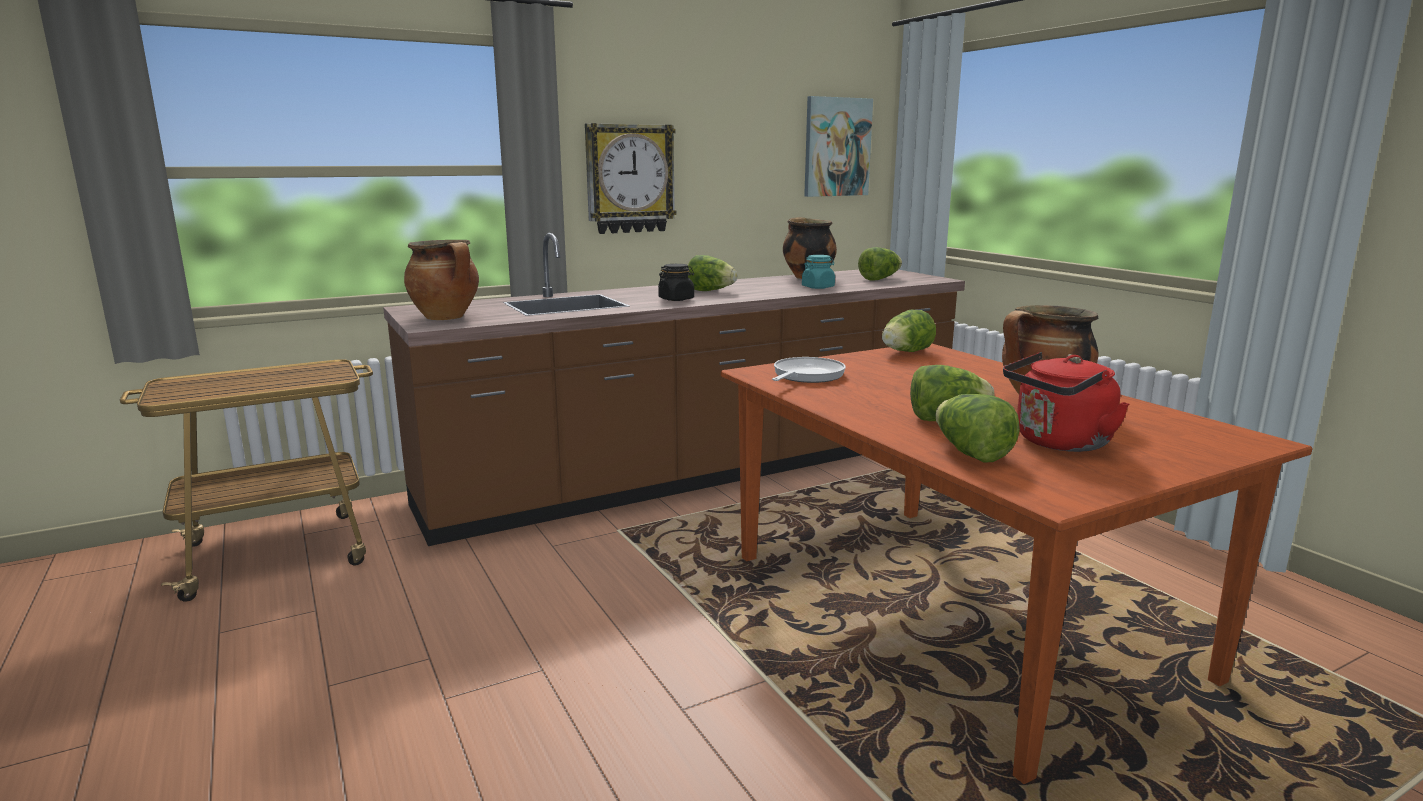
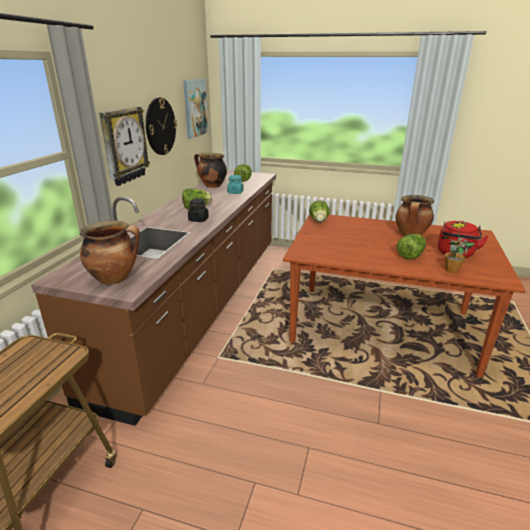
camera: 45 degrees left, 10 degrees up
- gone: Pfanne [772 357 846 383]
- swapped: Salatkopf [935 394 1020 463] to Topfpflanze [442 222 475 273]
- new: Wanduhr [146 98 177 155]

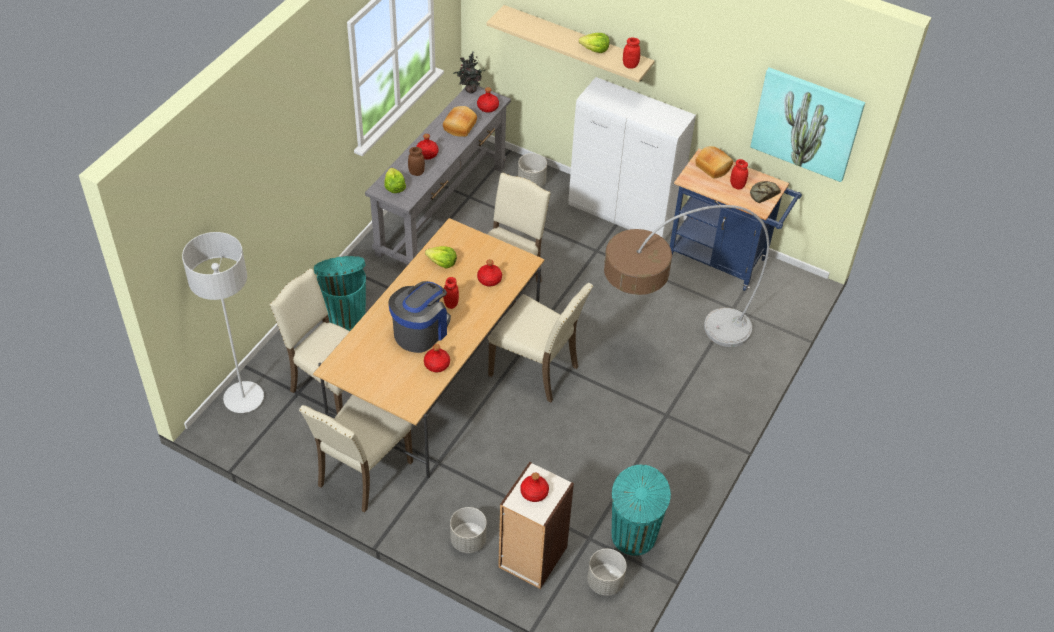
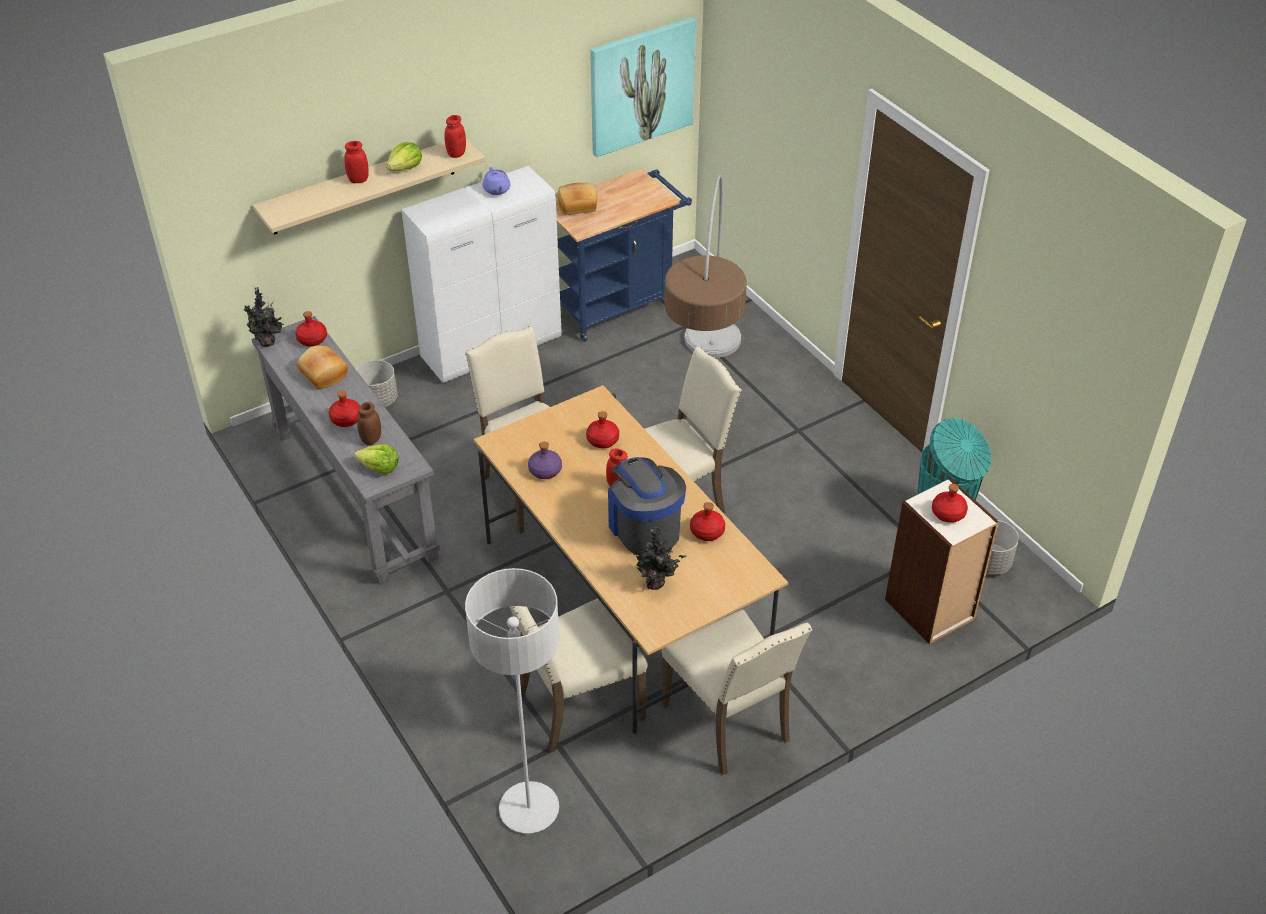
camera: 60 degrees left, 5 degrees down
- shifted: Vorratsglas [rot] [730 159 748 190] to [344 141 369 183]
- gone: Brot [750 181 781 203]
- swapped: Salatkopf [425 246 457 269] to Flasche [lila] [528 442 562 479]
- gone: Mülleimer [türkis] [314 256 366 331]
- gone: Pflanzkübel [grau] [450 507 487 553]
- new: Teekanne [lila] [483 167 510 195]
- new: Topfpflanze [628 527 687 590]

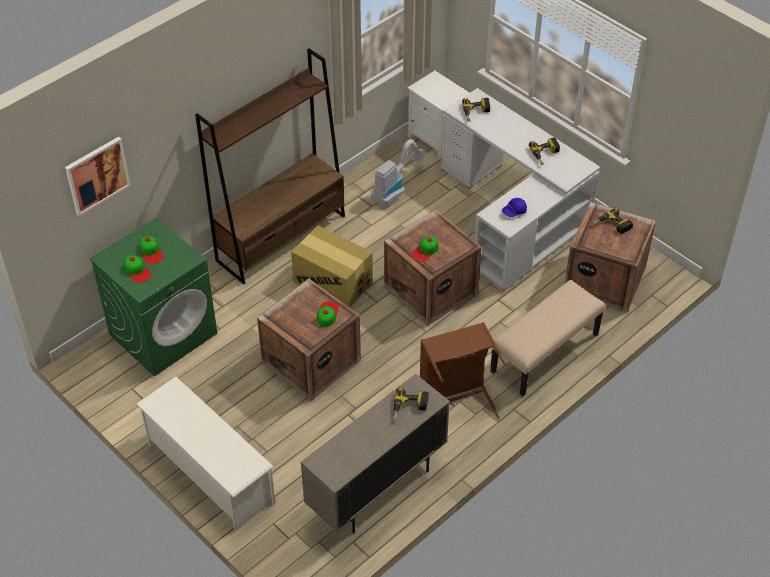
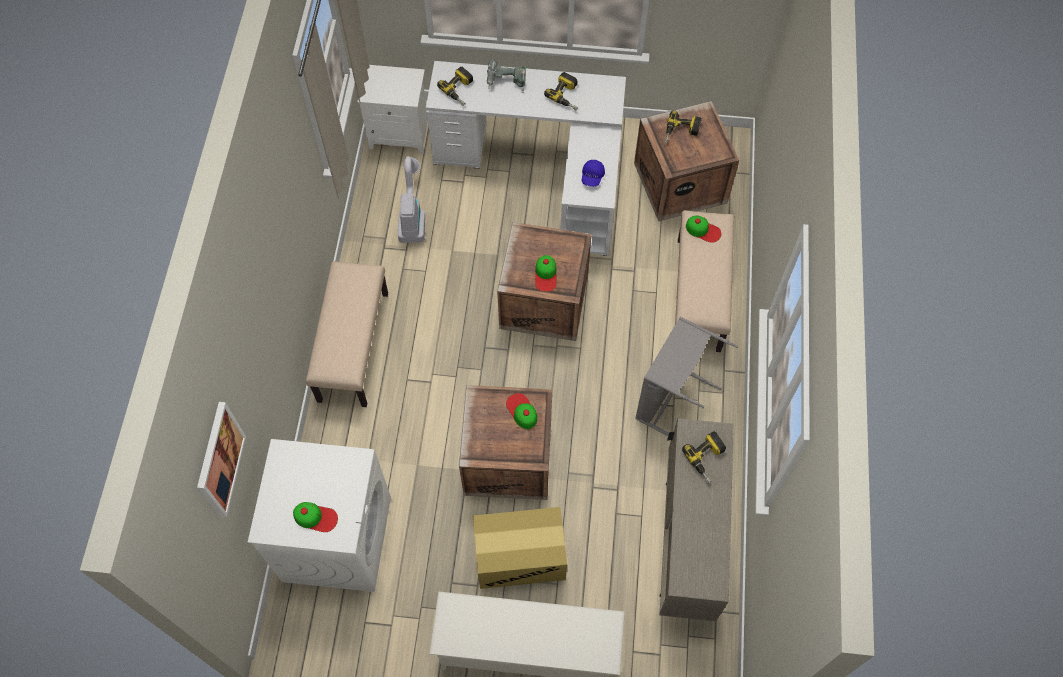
camera: 40 degrees left, 15 degrees up
- swapped: Bücherregal [braun] [195 48 345 284] to Bank [beige] [306 261 388 407]
- repainted: Waschmaschine [grün] [90 217 217 377] to Waschmaschine [weiß] [248 439 391 592]
- shifted: Karton [291 225 373 308] to [473 507 567 589]
- shifted: Kappe [140 236 163 264] to [686 215 721 243]
- repainted: Wäschekorb [braun] [420 322 505 419] to Wäschekorb [grau] [635 317 738 436]
- new: Bohrmaschine [487 60 526 93]

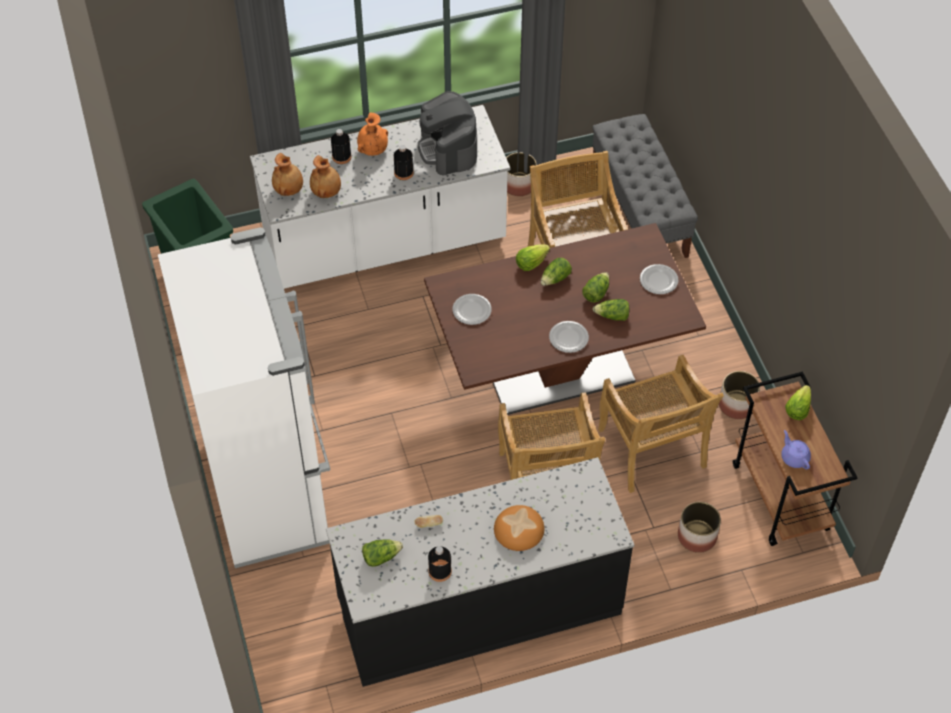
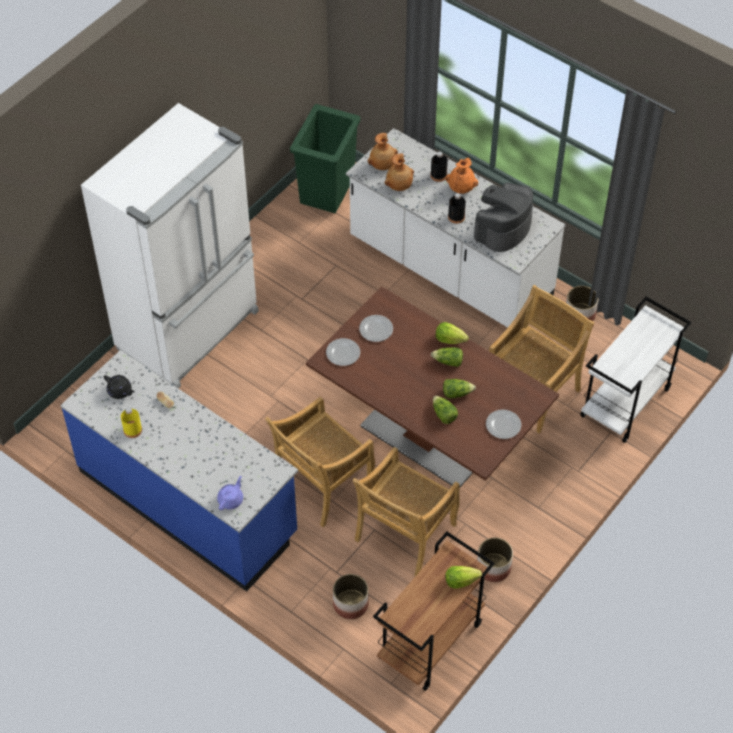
camera: 55 degrees right, 0 degrees up
- swapped: Bank [grau] [592 114 698 258] to Rollwagen [weiß] [580 297 691 443]
- shifted: Teller [549 321 589 353] to [326 338 360 366]
- shifted: Teekanne [lila] [781 430 811 469] to [217 476 243 510]
- repainted: Küchenzeile [schwarz] [326 457 634 687] to Küchenzeile [blau] [60 350 298 591]
- gone: Brot [494 505 545 551]
- swapped: Salatkopf [362 539 403 567] to Teekanne [schwarz] [104 375 135 399]
- repainted: Flasche [schwarz] [428 546 452 582] to Flasche [gelb] [121 407 142 438]

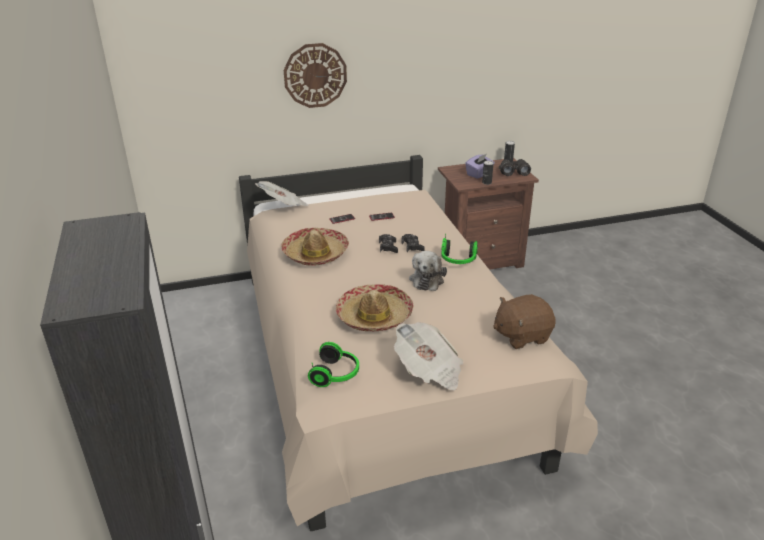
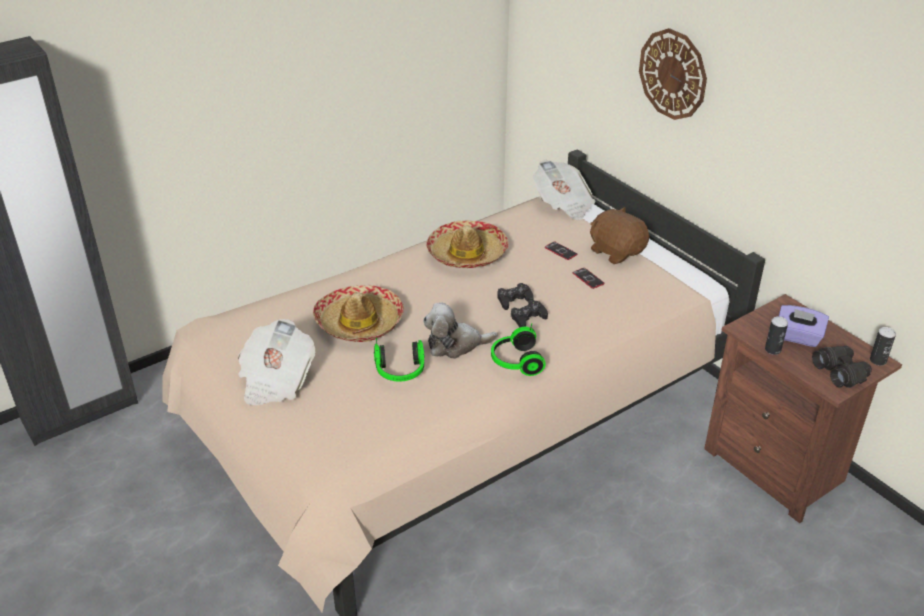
camera: 70 degrees right, 5 degrees up
- shifted: Plüschtier [braun] [493 294 556 349] to [590 207 649 264]
- shifted: Kopfhörer [308 342 359 387] to [374 338 424 381]

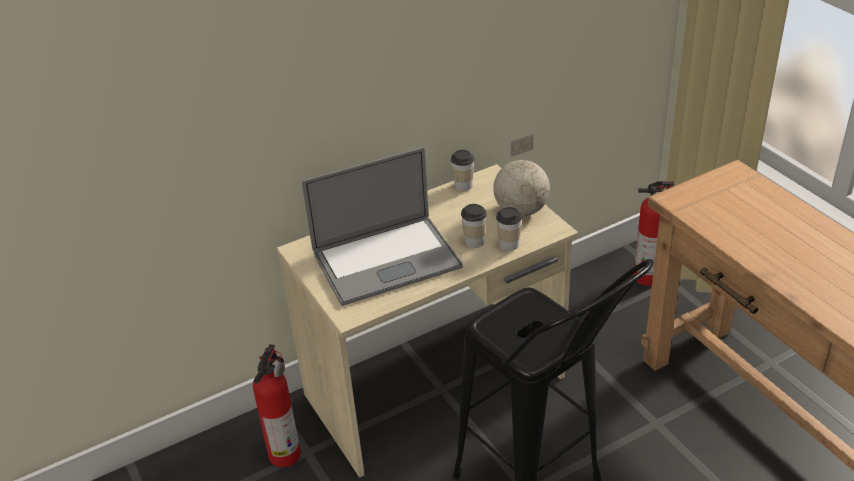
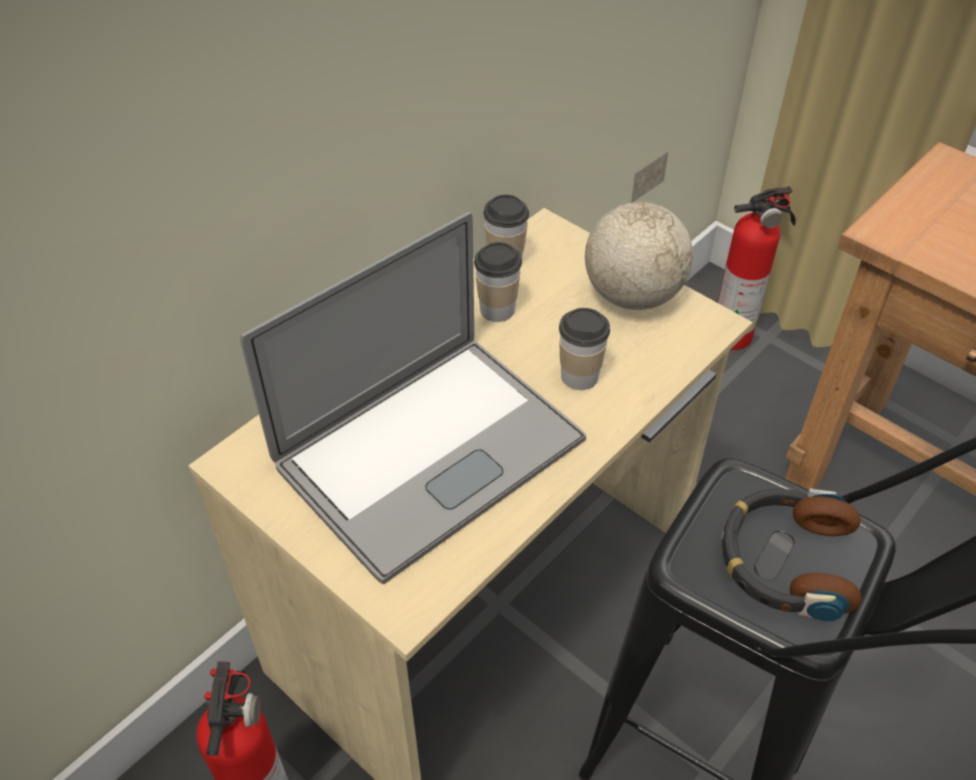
camera: 20 degrees left, 10 degrees up
- shifted: Tasse [496 207 522 251] to [474 242 522 322]
- new: Kopfhörer [721 488 862 621]

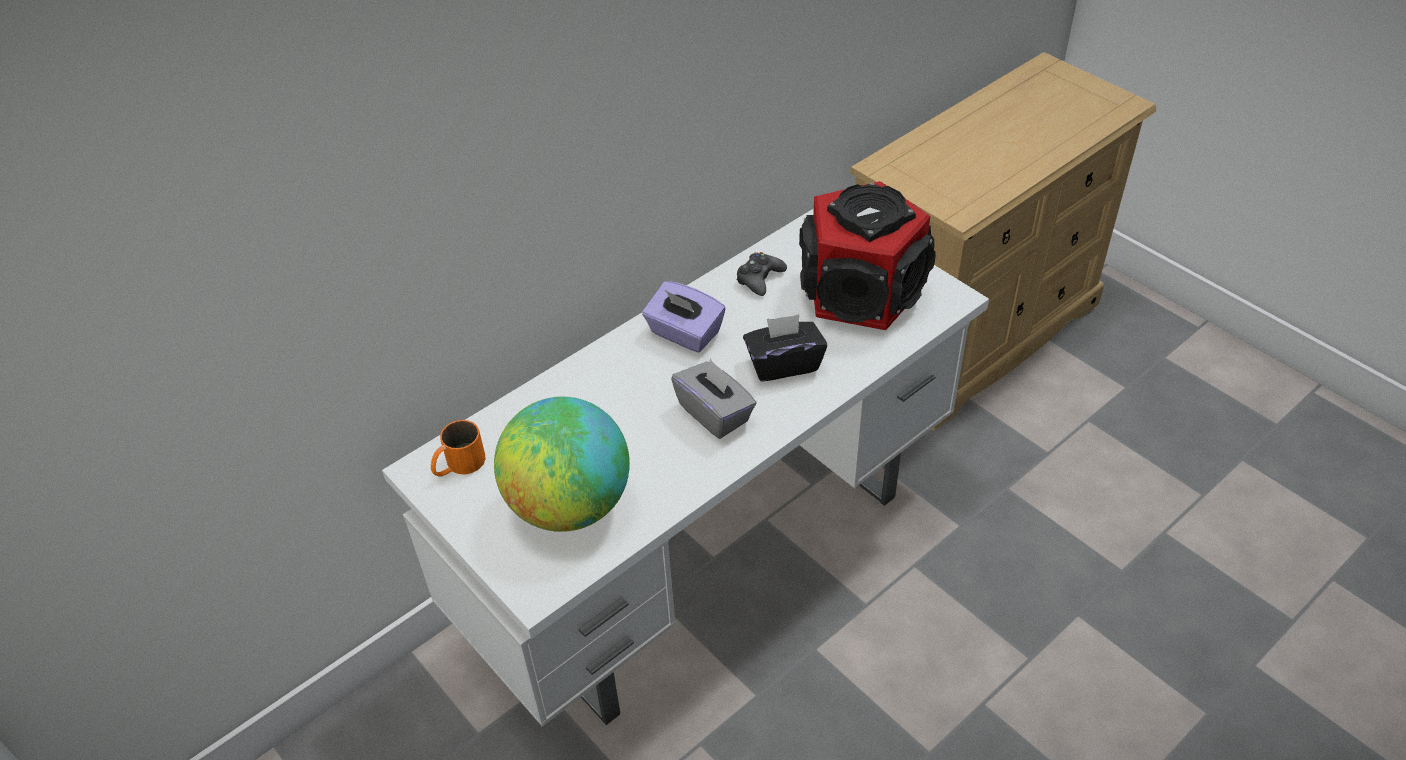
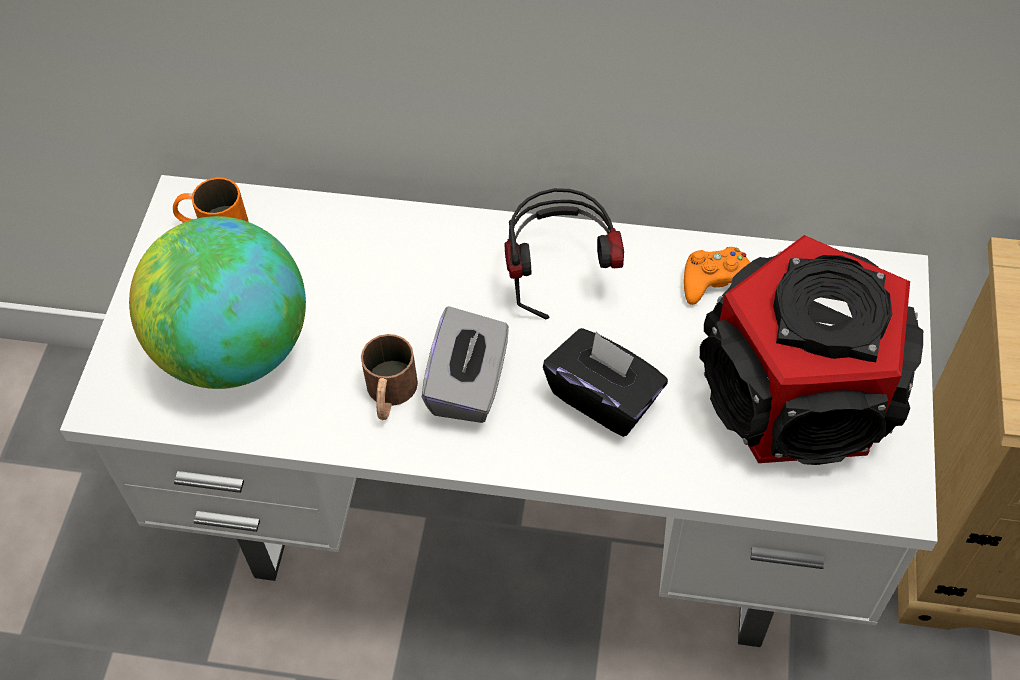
camera: 50 degrees right, 10 degrees up
- repainted: Gamepad [schwarz] [736 252 787 296] to Gamepad [orange] [684 247 750 305]
- swapped: Taschentuchbox [lila] [642 281 726 353] to Kopfhörer [505 188 624 319]
- new: Henkelbecher [braun] [361 334 418 420]

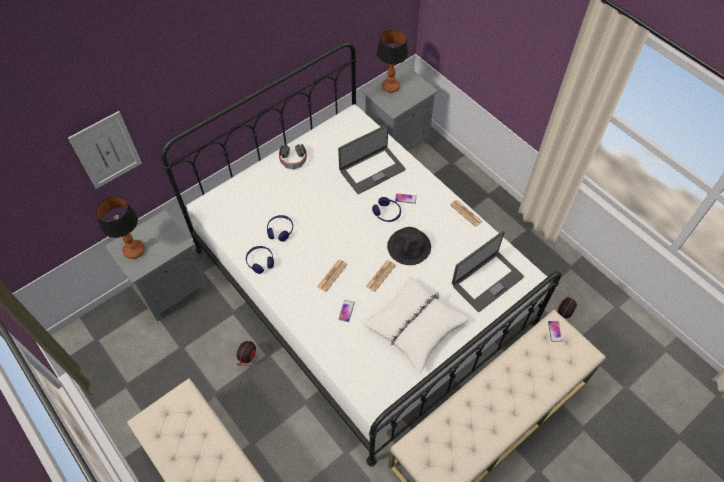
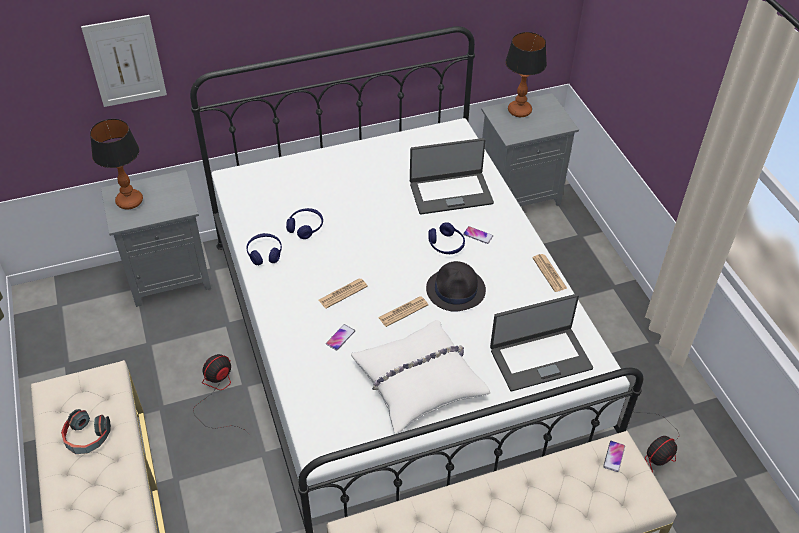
camera: 20 degrees right, 10 degrees down
- shifted: Kopfhörer [279 144 307 170] to [61 409 111 454]

